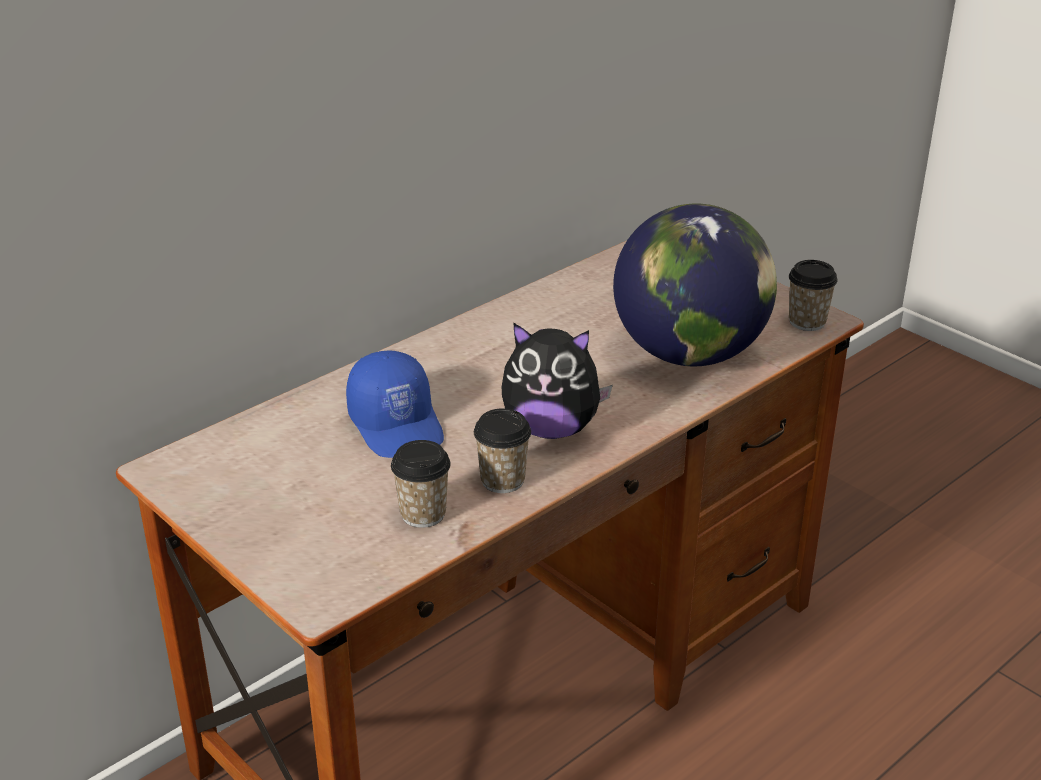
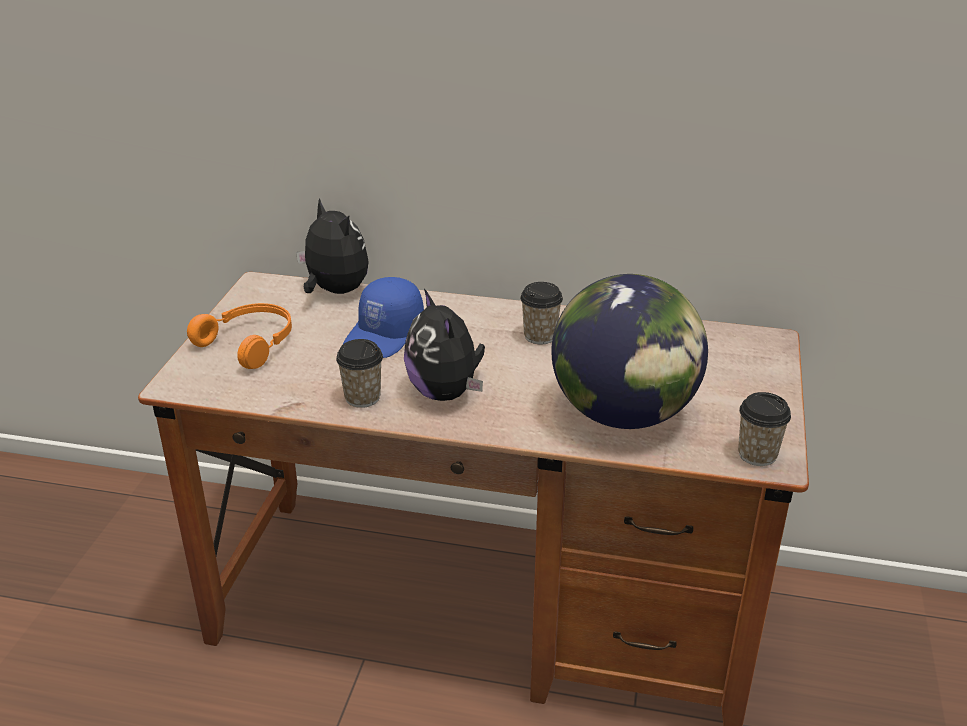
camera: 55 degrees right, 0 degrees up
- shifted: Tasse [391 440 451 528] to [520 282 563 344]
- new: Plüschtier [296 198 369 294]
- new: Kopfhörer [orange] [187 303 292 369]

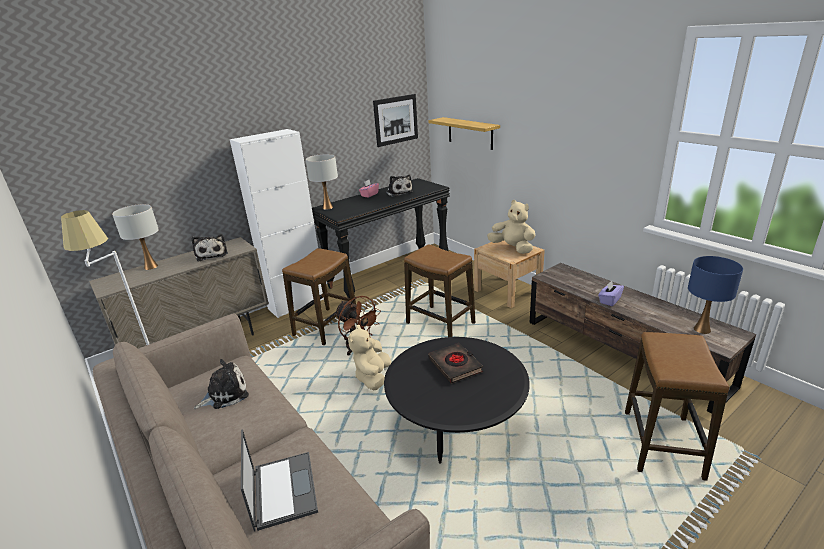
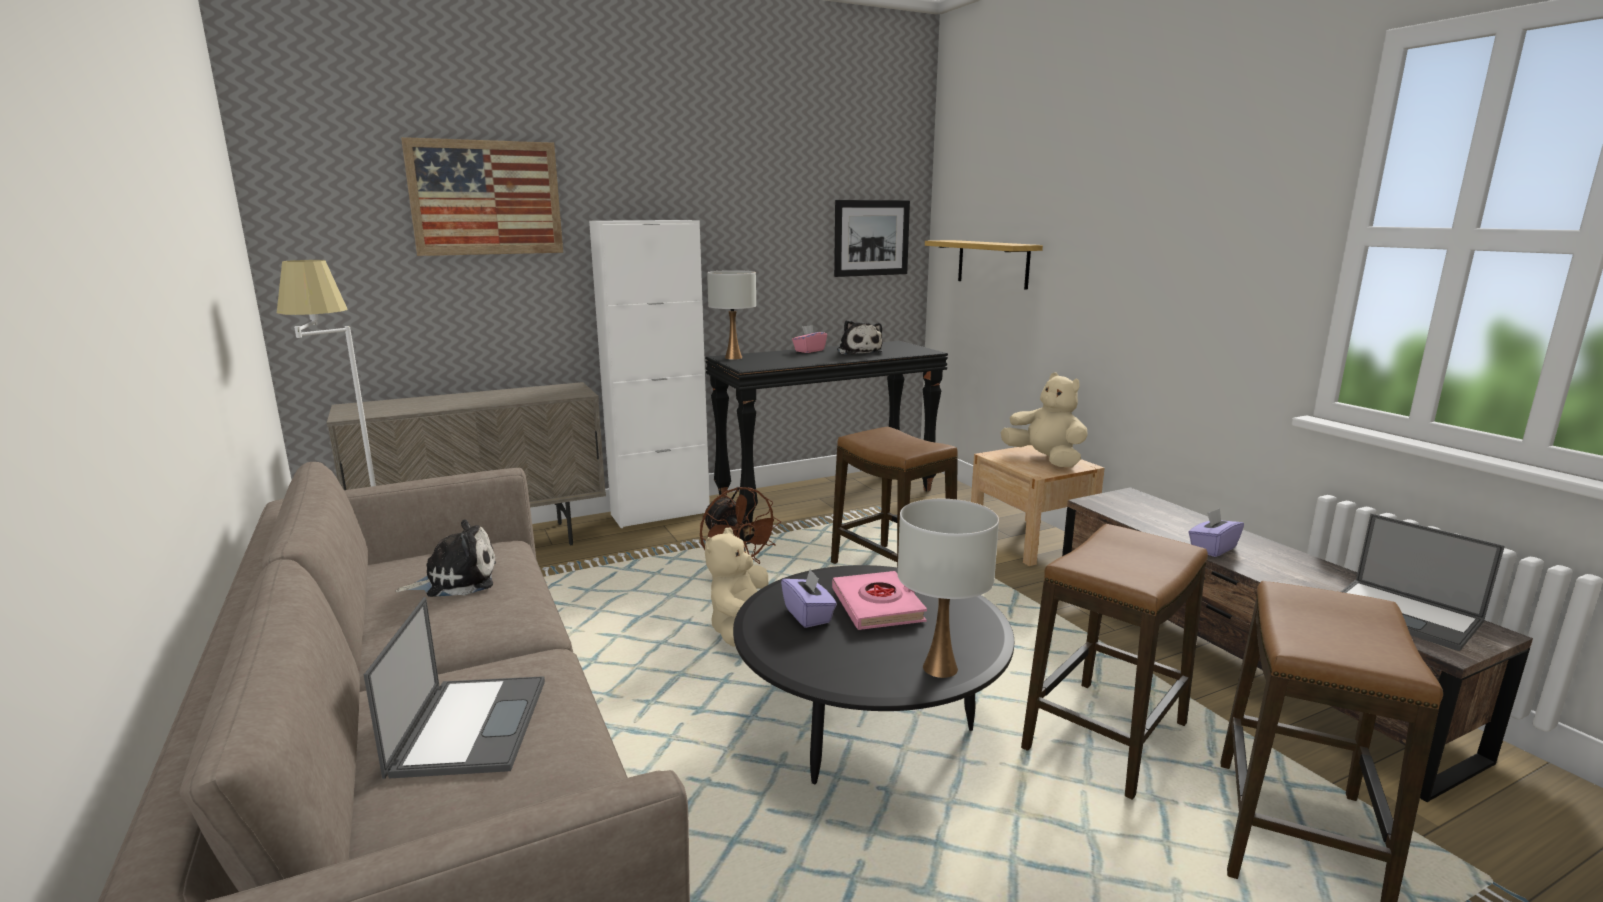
camera: 10 degrees right, 10 degrees down
- shifted: Tischlampe [weiß] [112 204 159 270] to [898 499 999 678]
- gone: Plüschtier [192 234 228 262]
- shifted: Hocker [282 248 356 345] to [1021 524 1208 800]
- swapped: Tischlampe [blau] [688 256 743 334] to Laptop [1341 513 1505 651]
- repainted: Buch [schwarz] [428 343 483 384] to Buch [rosa] [832 571 927 630]
- new: Bild [401 137 563 256]
- new: Taschentuchbox [lila] [781 569 837 628]

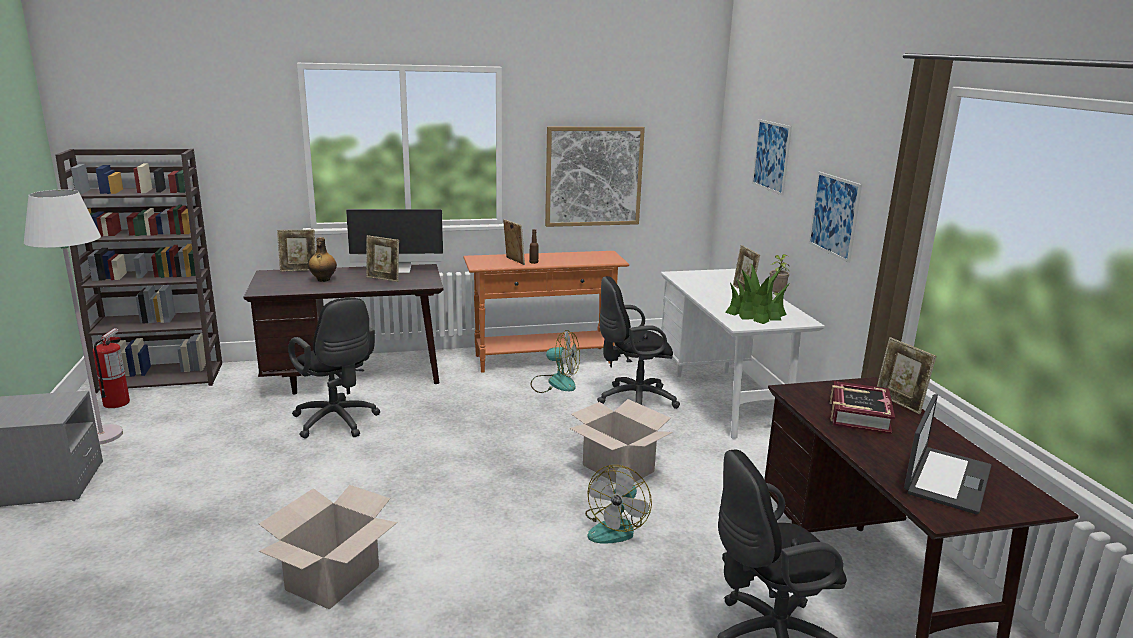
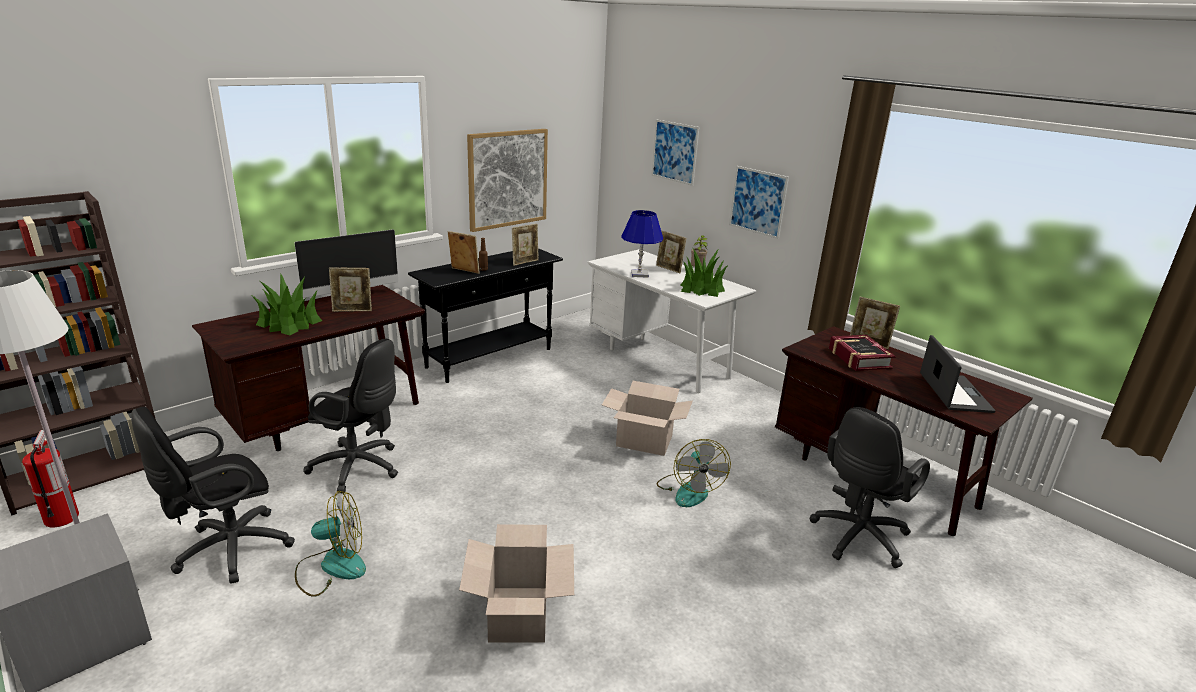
camera: 30 degrees left, 5 degrees up
- shifted: Bilderrahmen [277 230 316 272] to [512 224 539 266]
- swapped: Flasche [308 238 337 282] to Topfpflanze [251 273 322 335]
- repainted: Konsolentisch [orange] [463 251 629 373] to Konsolentisch [schwarz] [408 248 563 383]
- shifted: Bürostuhl [schwarz] [597 276 680 409] to [131 407 295 584]
- shifted: Ventilator [530 330 580 393] to [295 491 366 597]
- new: Tischlampe [blau] [621 210 663 278]

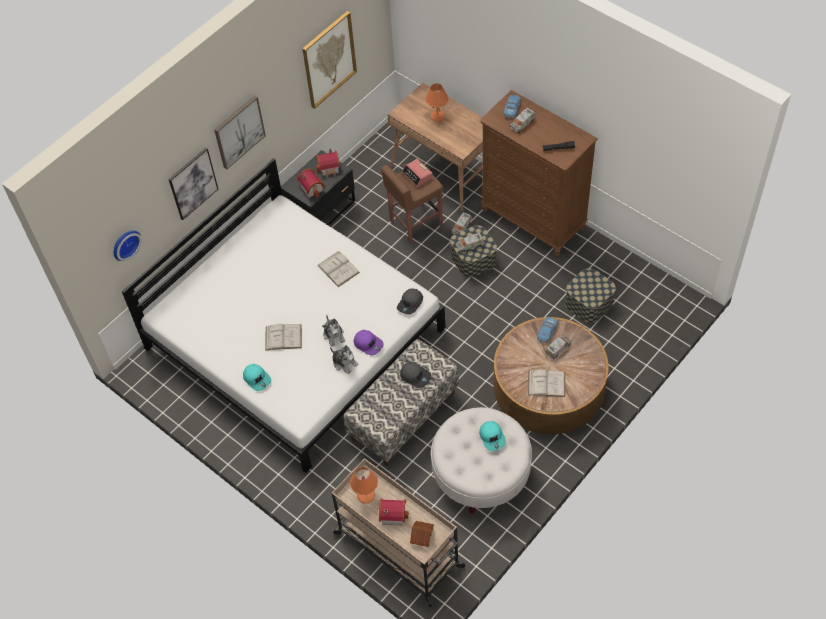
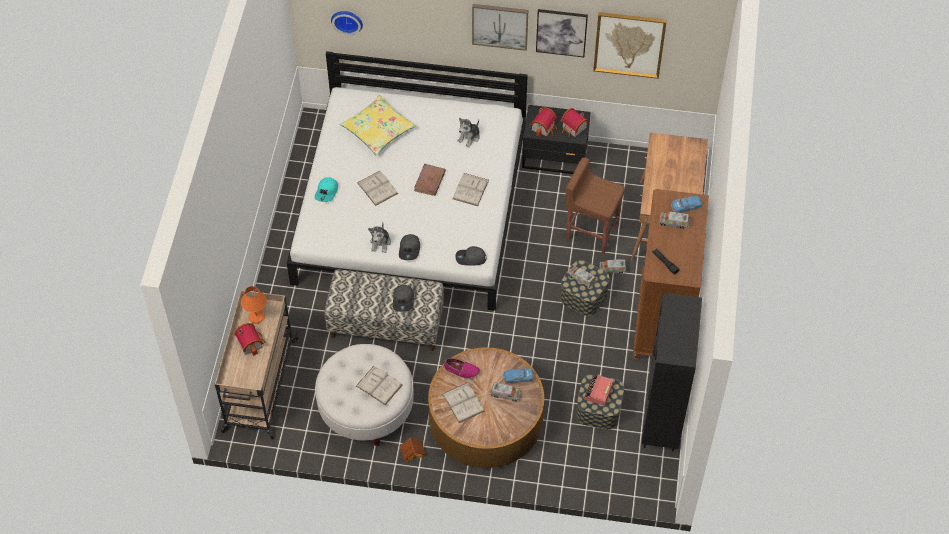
camera: 55 degrees right, 0 degrees up
- gone: Tischlampe [orange] [425 83 449 122]
- shifted: Bild [169 148 218 220] to [536 9 588 57]
- shifted: Wecker [402 159 433 187] to [584 374 614 406]
- shifted: Plüschtier [322 315 345 347] to [458 118 480 147]
- repainted: Kappe [lila] [354 330 384 355] to Kappe [grau] [399 234 420 260]
- swapped: Kappe [türkis] [479 421 506 451] to Buch [weiß] [356 366 403 405]
- shifted: Spielzeughaus [410 521 434 547] to [400 437 426 462]
- new: Kissen [gelb] [340 95 416 156]
- new: Buch [braun] [414 164 446 196]
- new: Bücherregal [schwarz] [642 293 702 452]
- new: Schuh [444 358 480 379]

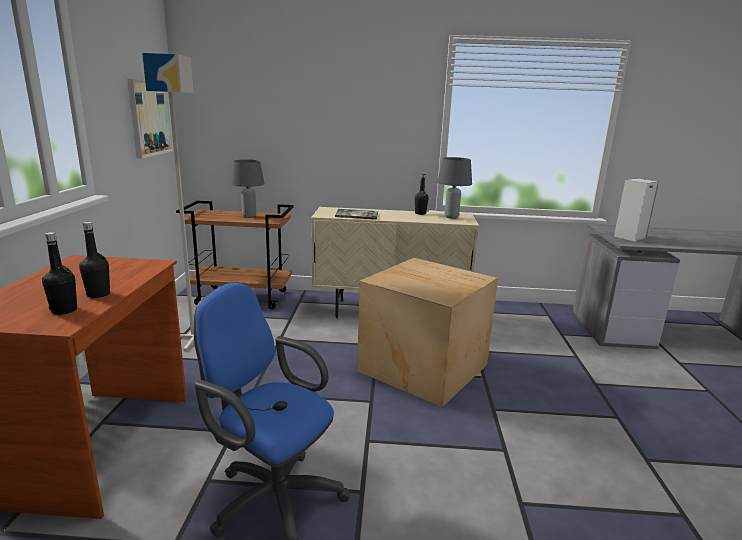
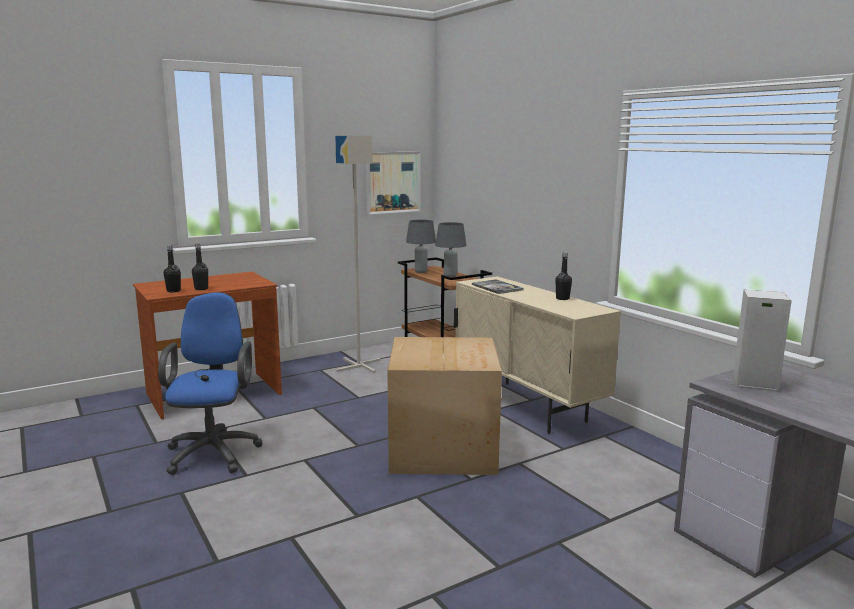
camera: 55 degrees right, 5 degrees down
- shifted: Tischlampe [grau] [437 157 472 219] to [406 220 436 273]

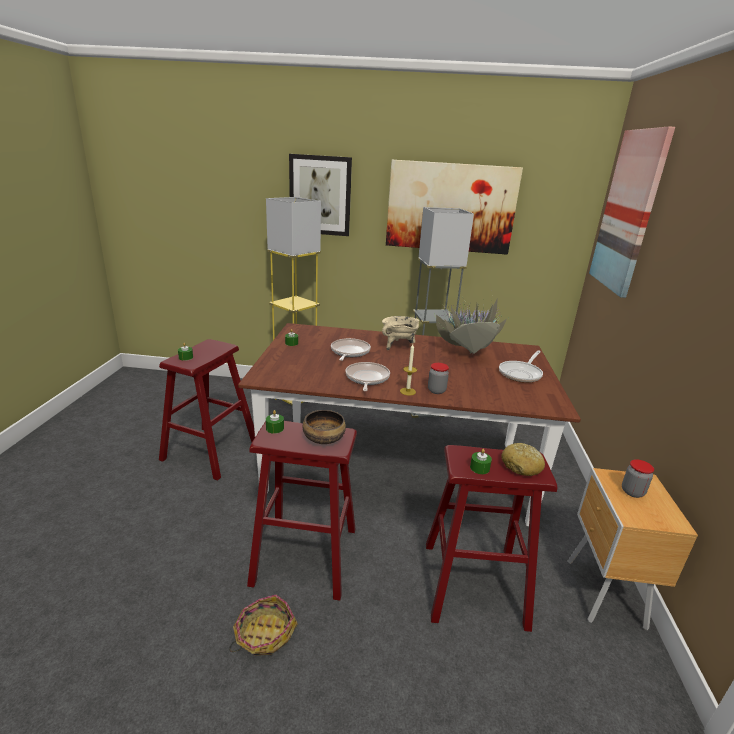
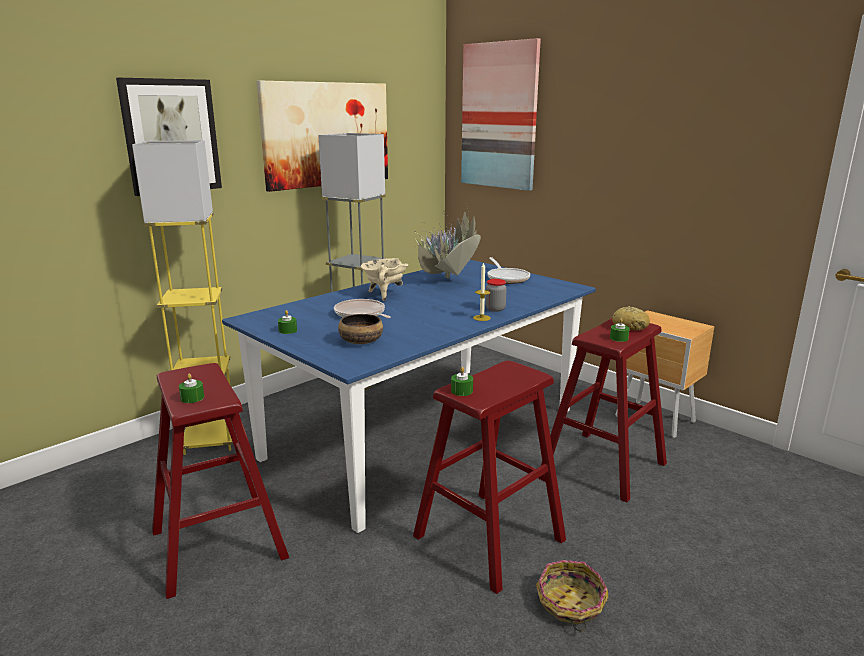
camera: 50 degrees left, 5 degrees down
- repainted: Esstisch [braun] [238 323 581 526] to Esstisch [blau] [222 260 596 533]
- gone: Pfanne [346 362 390 391]
- shifted: Schüssel [303 410 346 444] to [338 314 383 344]
- gone: Vorratsglas [622 459 654 498]

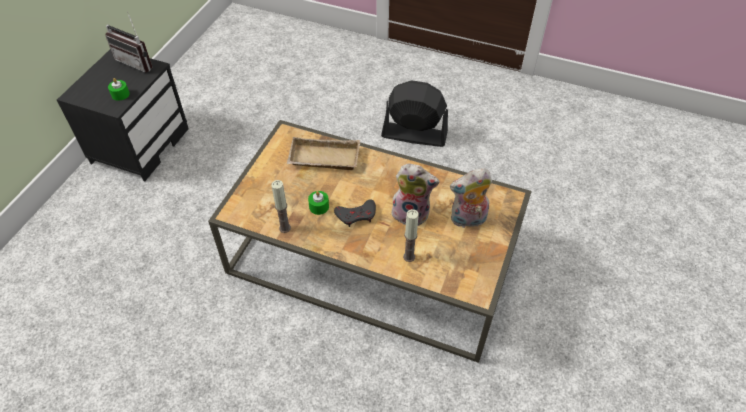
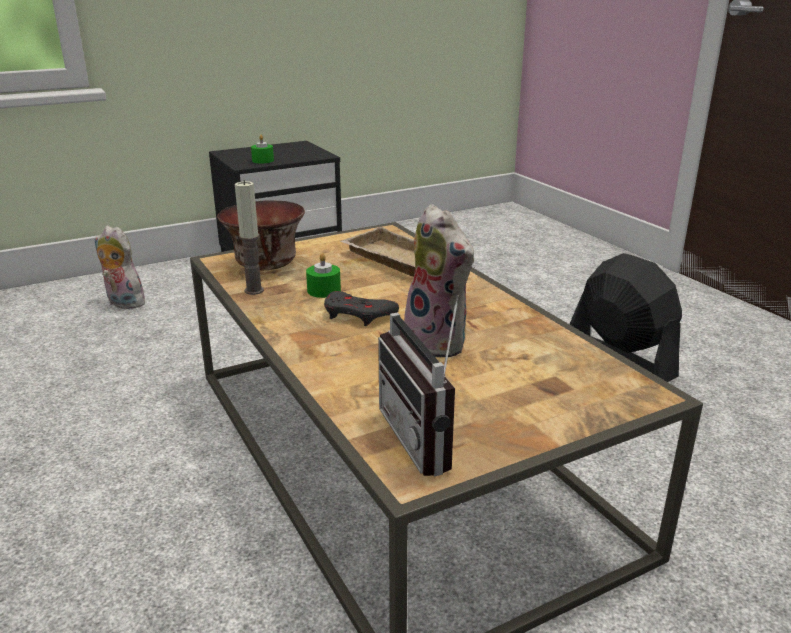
camera: 40 degrees right, 25 degrees down
- shifted: Radio [105 11 152 72] to [378 295 459 477]
- shifted: Plüschtier [450 168 492 228] to [94 226 147 309]
- gone: Kerze [403 209 419 262]
- new: Schüssel [217 200 305 270]

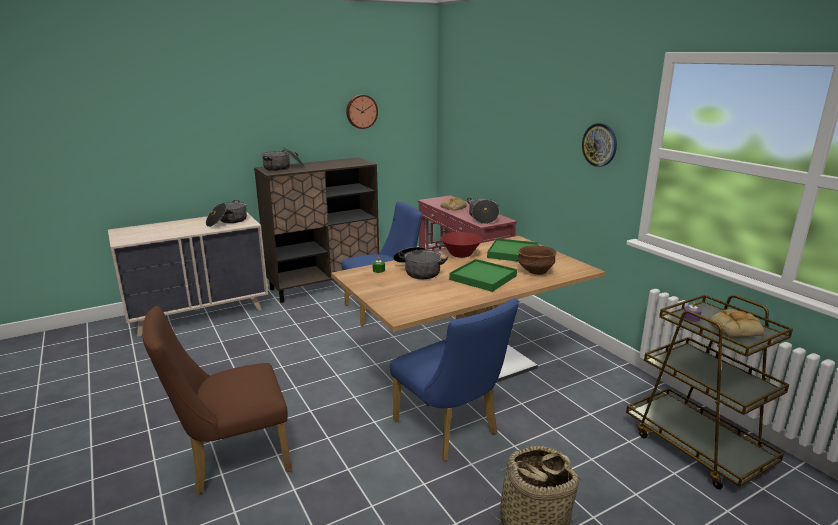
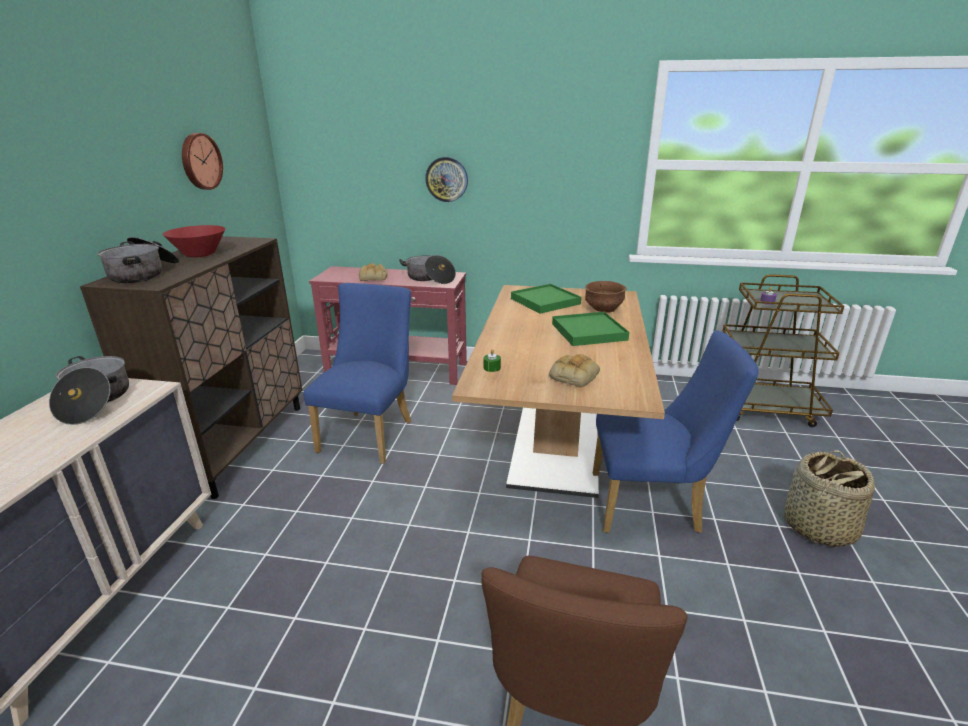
camera: 50 degrees left, 5 degrees up
- shifted: Wanduhr [582 123 617 167] to [425 157 468 202]
- shifted: Schüssel [rot] [440 232 482 258] to [163 225 226 257]
- gone: Kochtopf [393 247 448 279]
- shifted: Brot [710 309 764 337] to [549 354 600 387]

